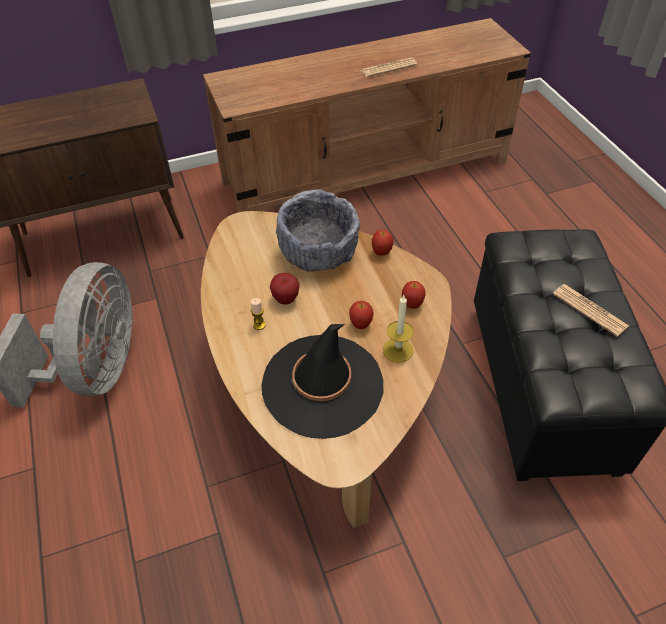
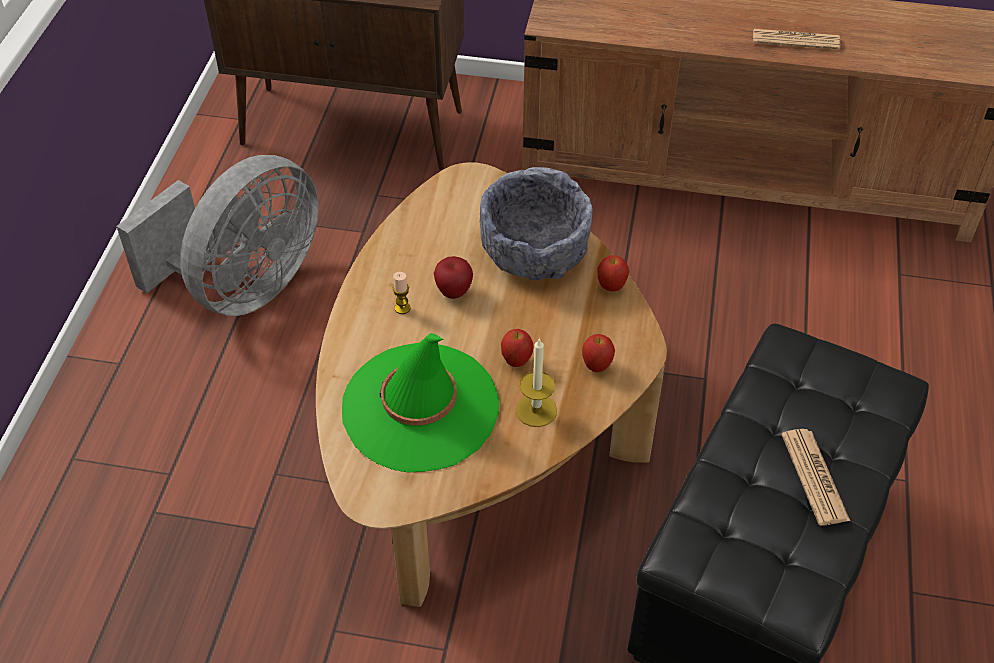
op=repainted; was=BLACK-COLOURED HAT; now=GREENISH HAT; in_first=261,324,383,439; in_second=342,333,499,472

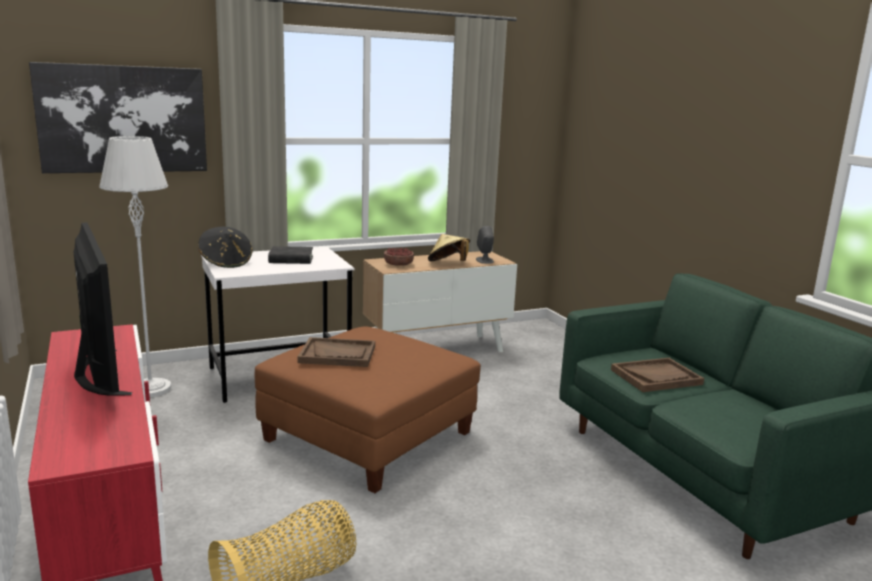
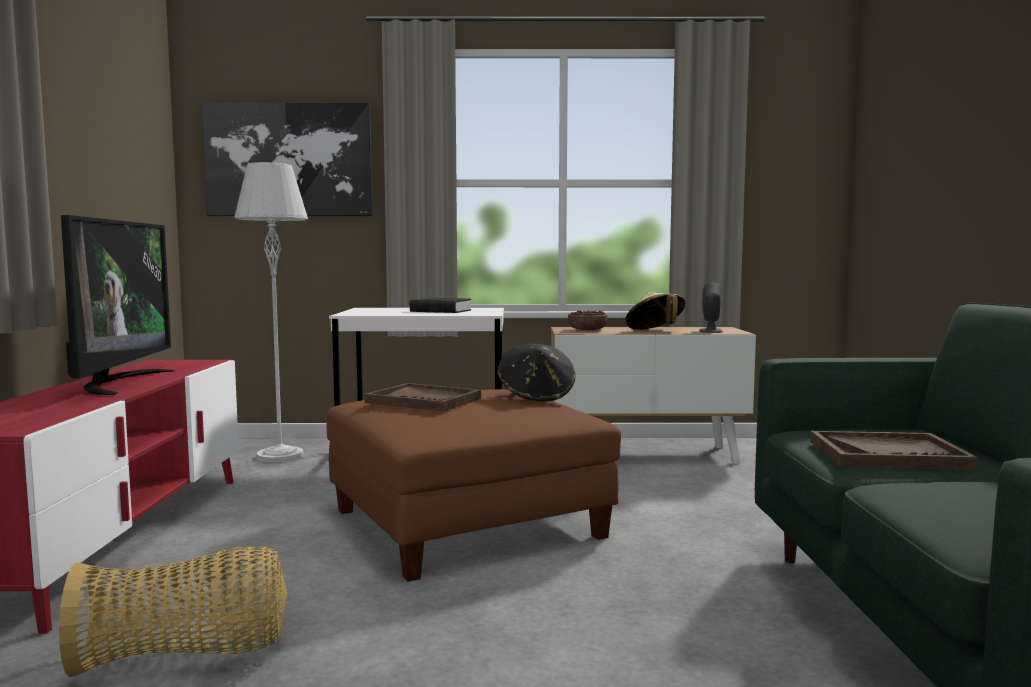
op=shifted; was=BLACK-COLOURED HAT; in_first=198,227,253,268; in_second=497,344,576,401

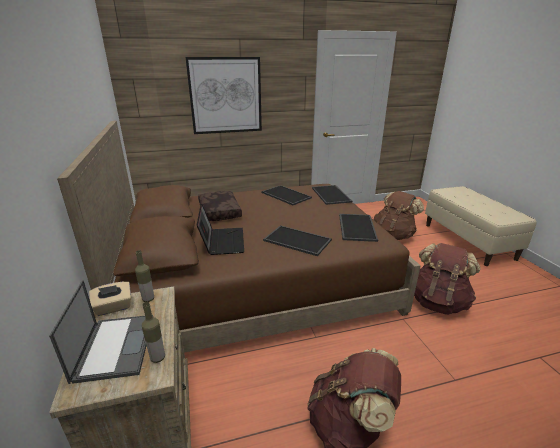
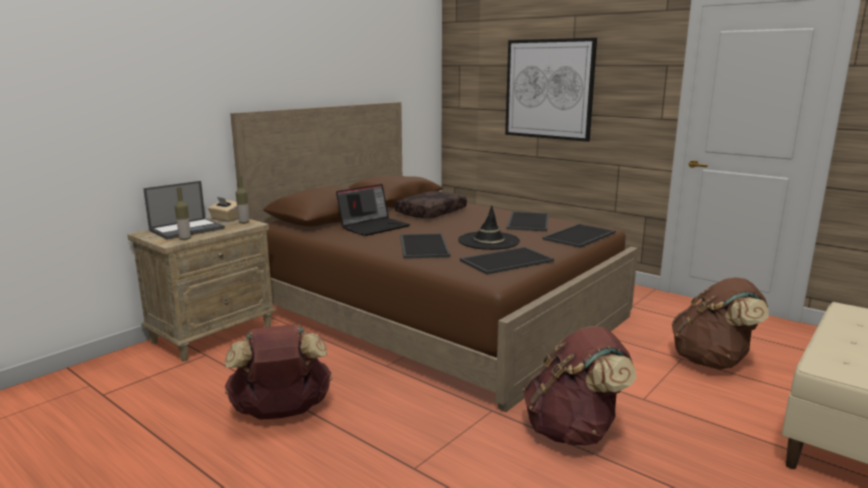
op=new; now=BLACK-COLOURED HAT; in_second=458,205,520,250

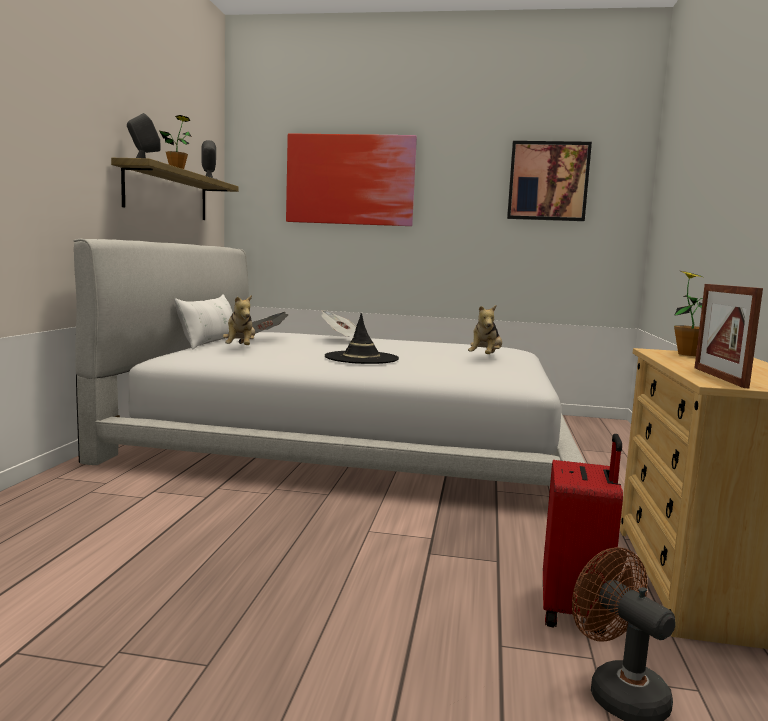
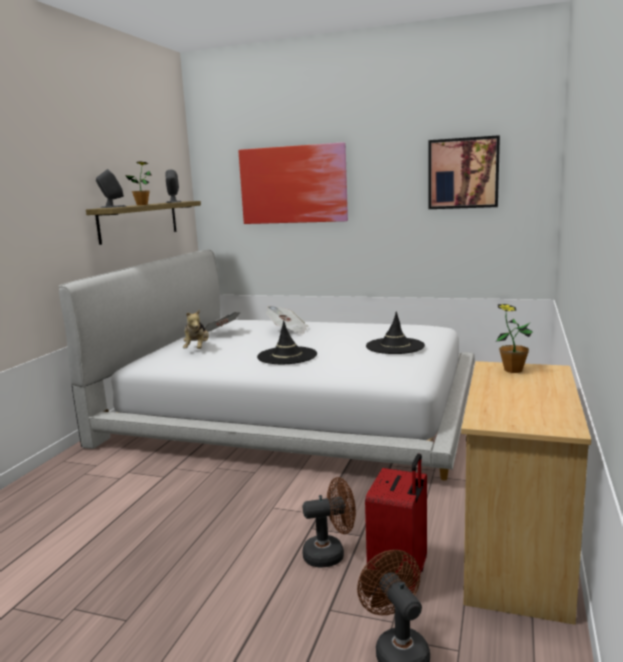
op=new; now=BROWN-COLOURED ELECTRIC FAN; in_second=302,477,356,568
op=swapped; was=PLUSH TOY; now=BLACK-COLOURED HAT; in_first=468,305,502,354; in_second=366,312,425,354
op=gone; was=WHITE-COLOURED PILLOW; in_first=174,294,233,350
op=gone; was=PICTURE FRAME; in_first=694,284,763,388

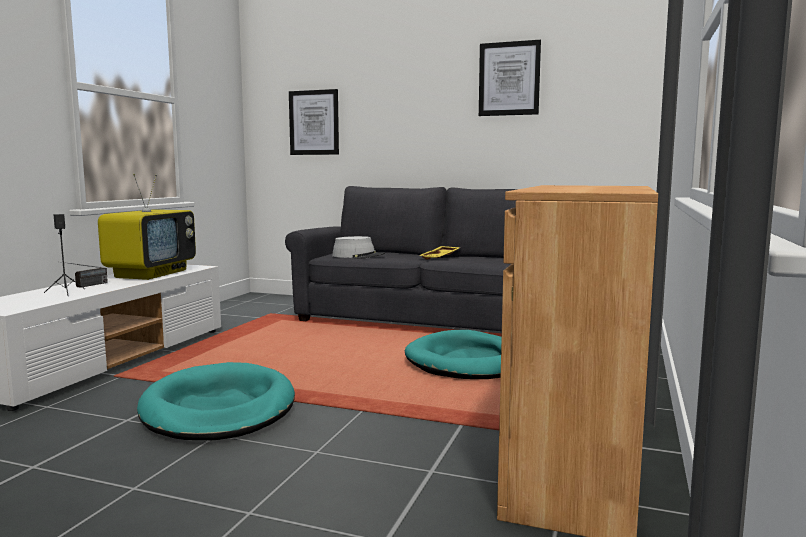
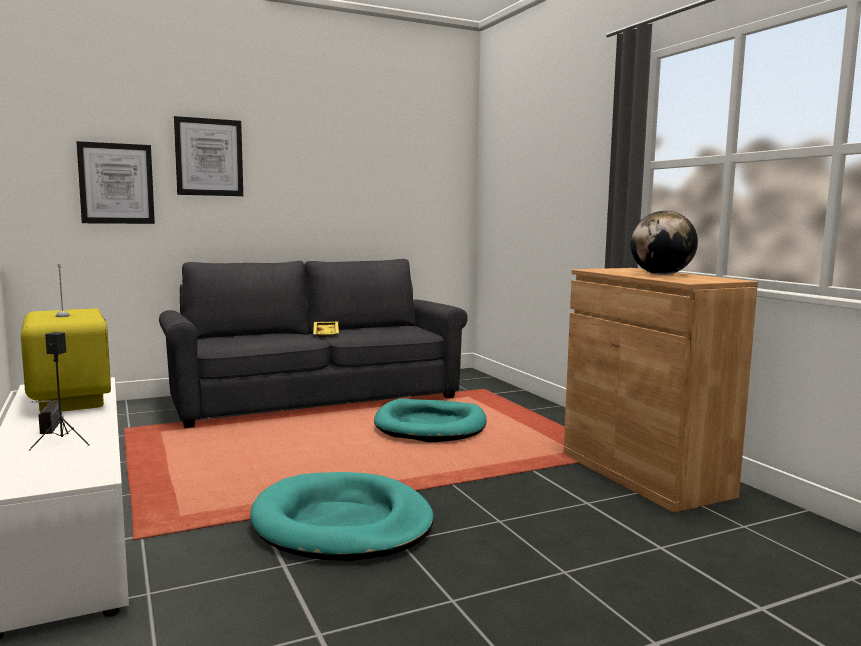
op=shifted; was=PICTURE; in_first=479,40,541,116; in_second=174,116,243,196
op=new; now=GLOBE; in_second=630,211,698,275
op=gone; was=GRAY HAT; in_first=332,236,385,259

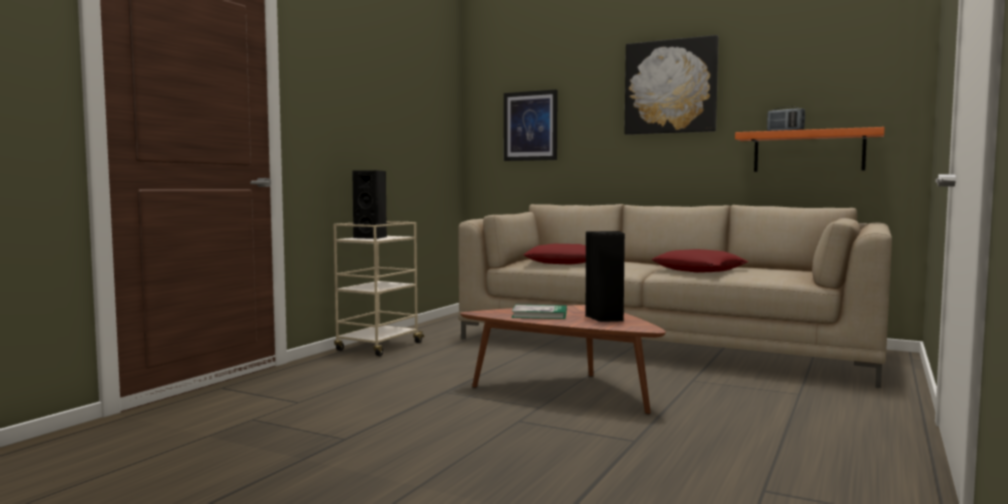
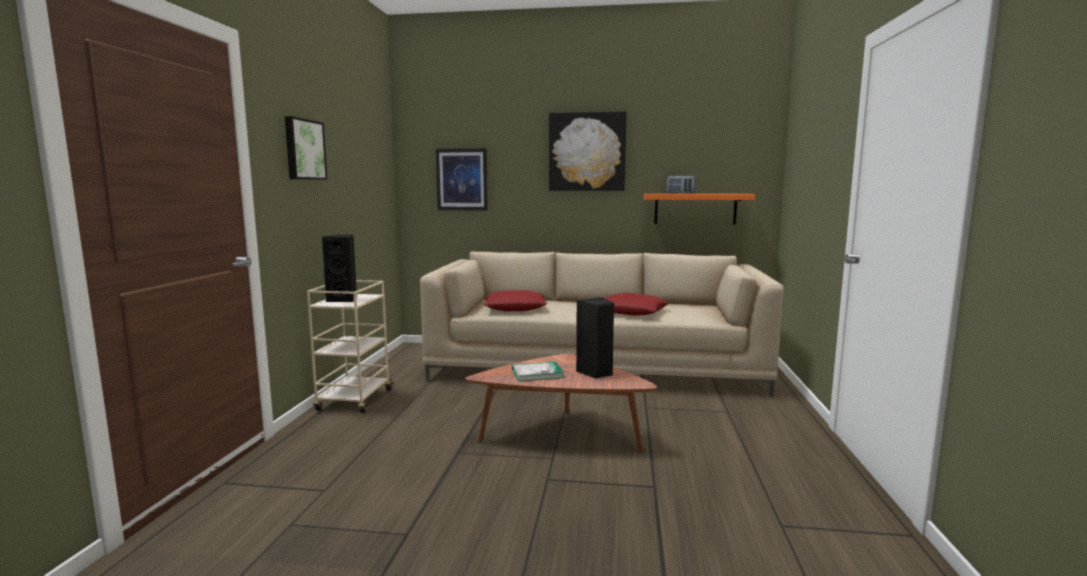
op=new; now=PICTURE; in_second=285,116,328,180

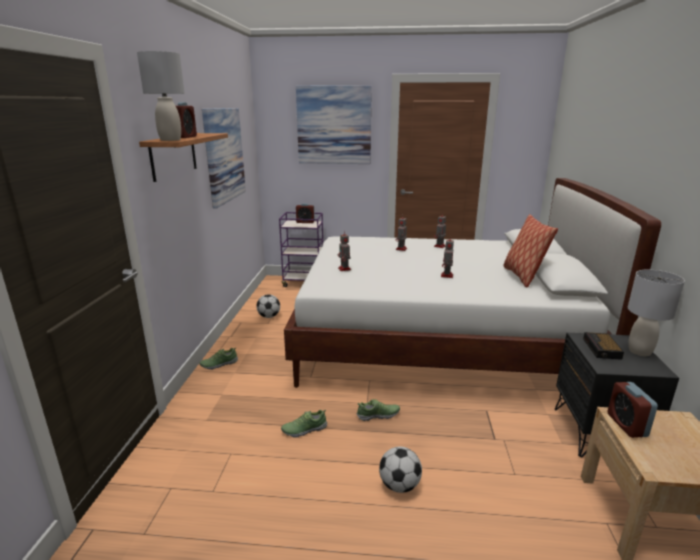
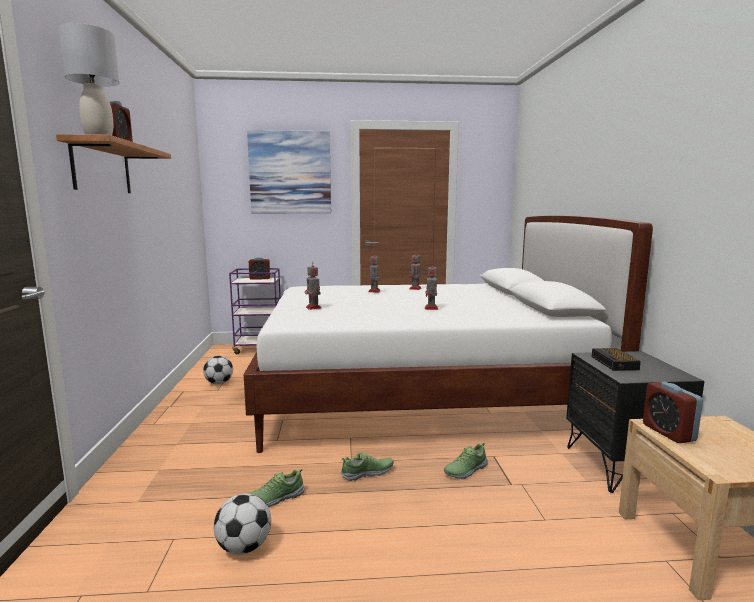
op=shifted; was=BALL FOR FOOTBALL; in_first=379,446,422,493; in_second=214,493,271,555
op=shifted; was=SHOE; in_first=200,348,238,370; in_second=444,443,488,479
op=gone; was=PICTURE; in_first=202,108,246,209
op=gone; was=PILLOW; in_first=503,214,558,287
op=gone; was=GRAY TABLE LAMP; in_first=628,270,685,356

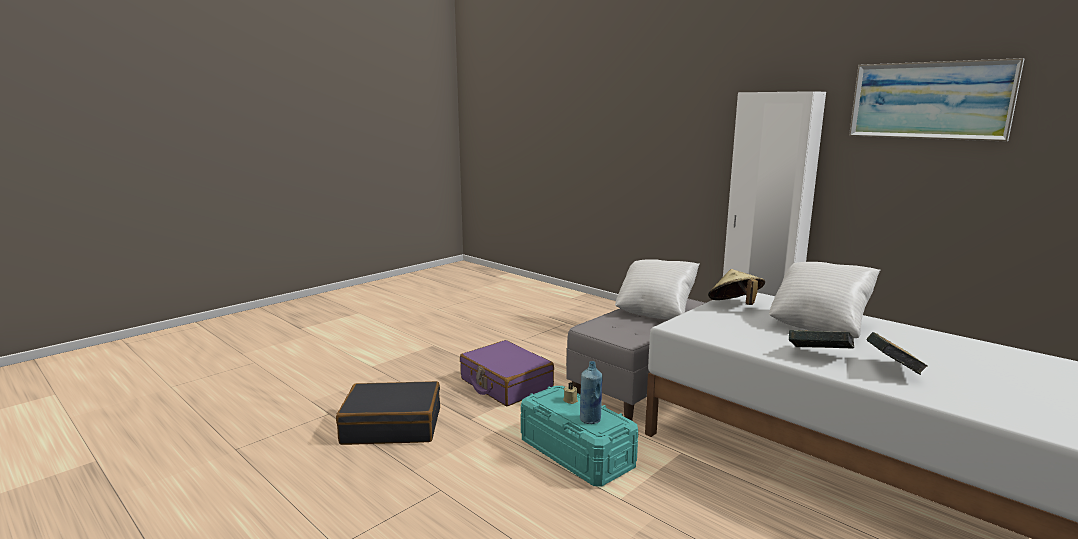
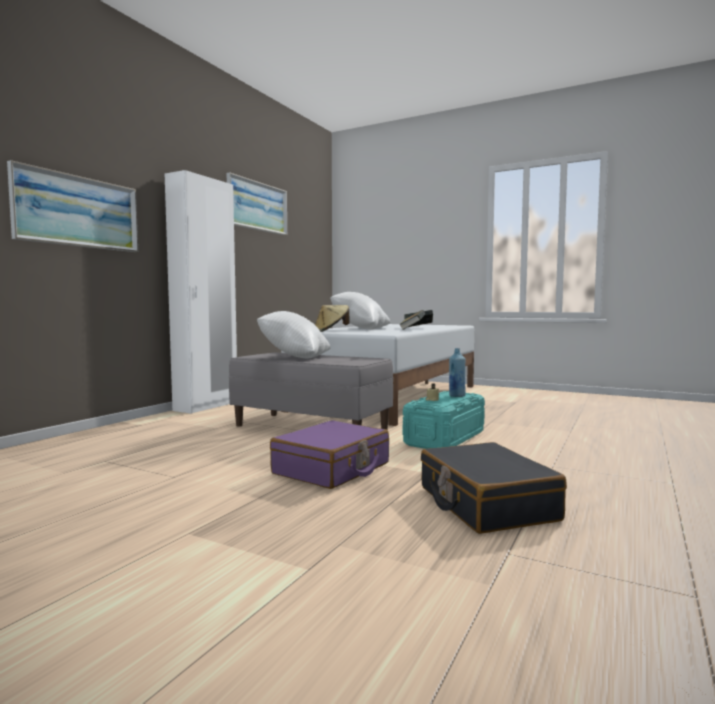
op=new; now=PICTURE; in_second=7,160,138,252

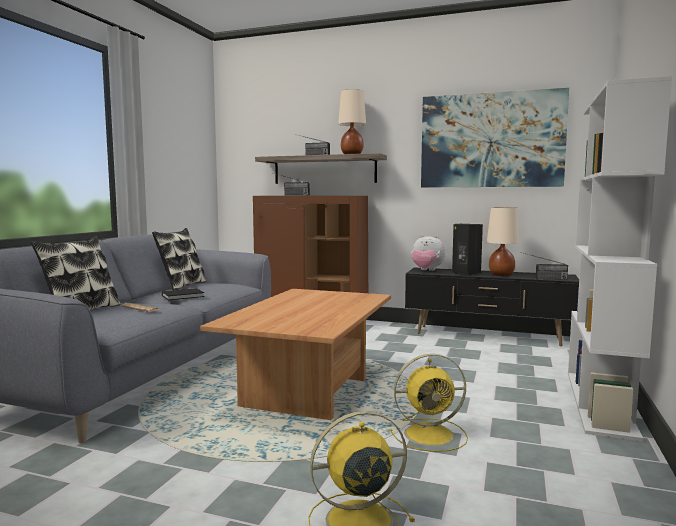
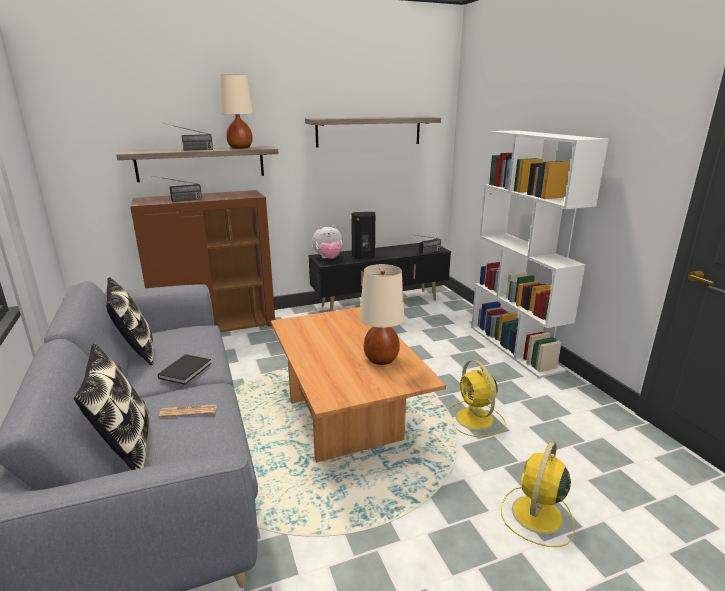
op=swapped; was=PICTURE; now=BRACKET SHELF; in_first=421,88,569,187; in_second=305,117,441,148
op=shifted; was=BEIGE TABLE LAMP; in_first=487,207,519,276; in_second=360,264,404,365
op=rotated; was=YELLOW-COLOURED ELECTRIC FAN; in_first=389,354,468,452; in_second=447,360,506,437; clockwise=120

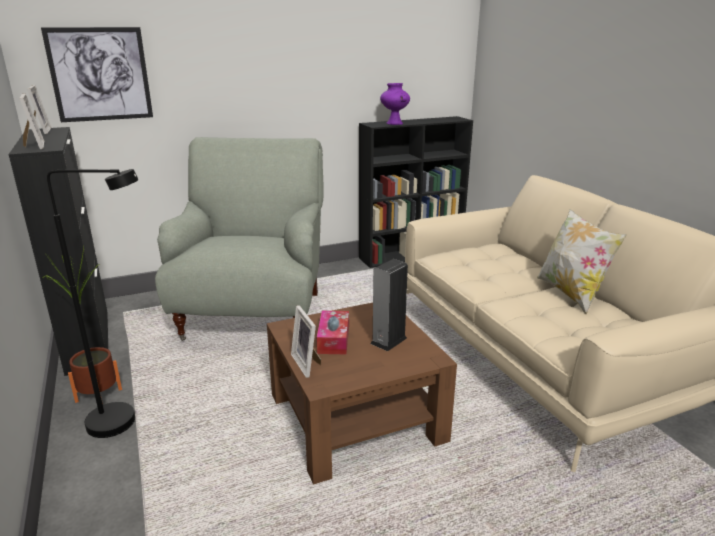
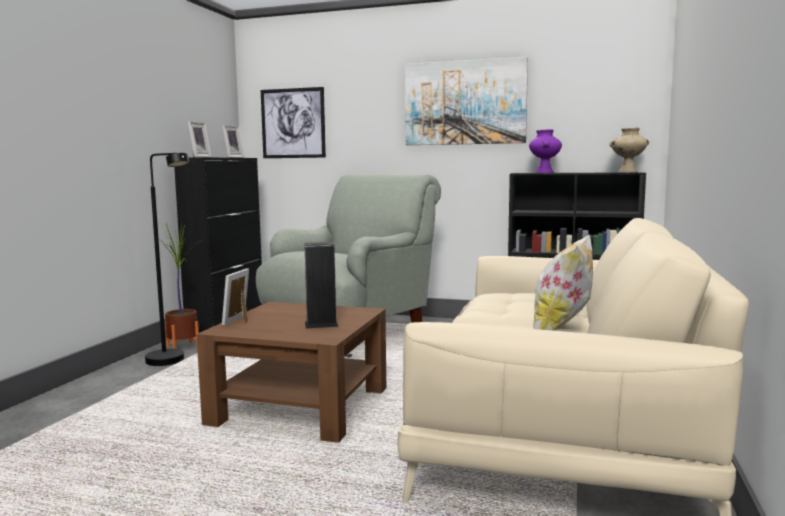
op=new; now=PICTURE; in_second=405,57,528,145
op=new; now=BEIGE VASE; in_second=609,128,649,173
op=gone; was=TISSUE HOLDER; in_first=317,310,349,354

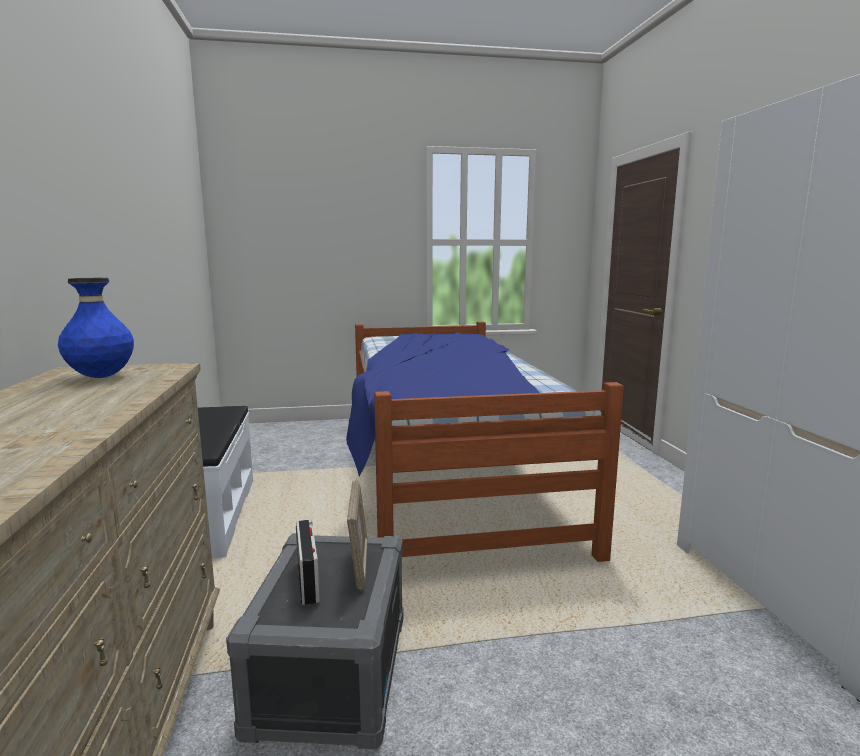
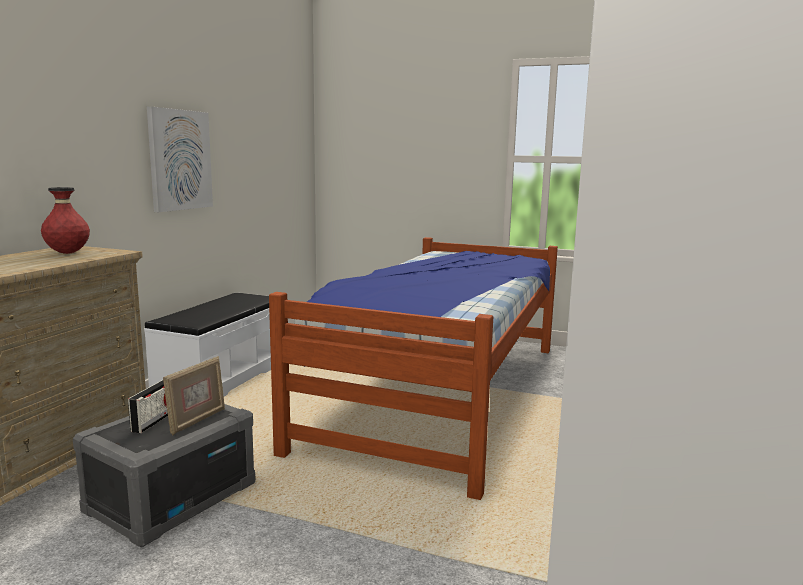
op=repainted; was=BLUE-COLOURED VASE; now=RED VASE; in_first=58,278,134,378; in_second=41,187,90,254
op=new; now=PICTURE; in_second=147,106,213,212

